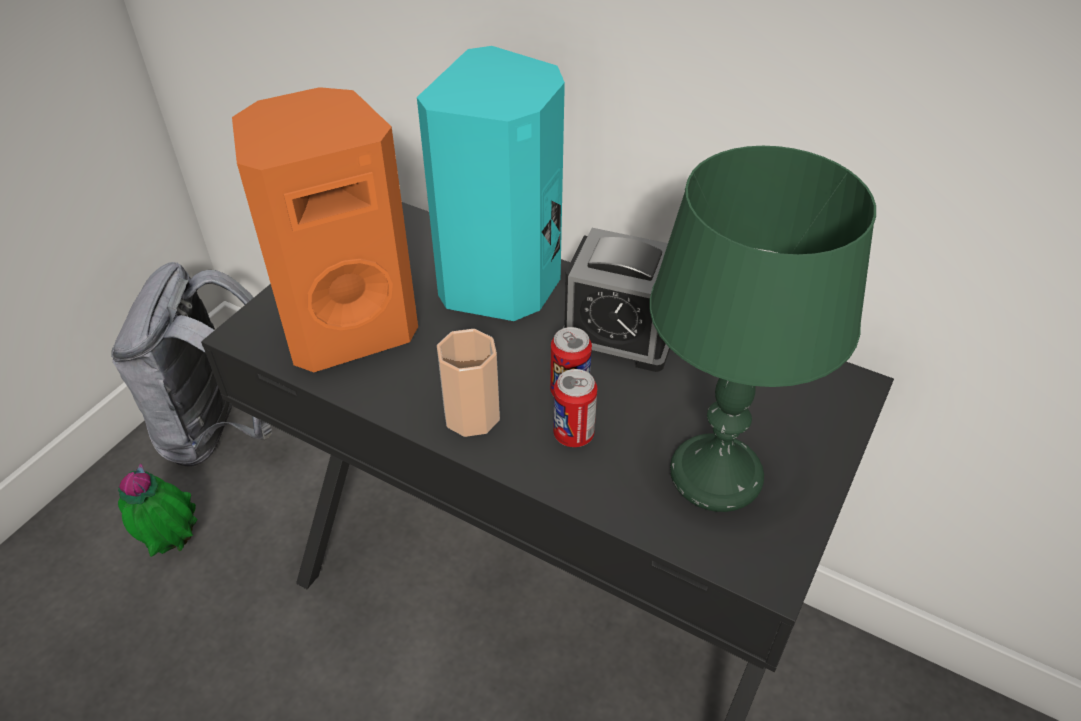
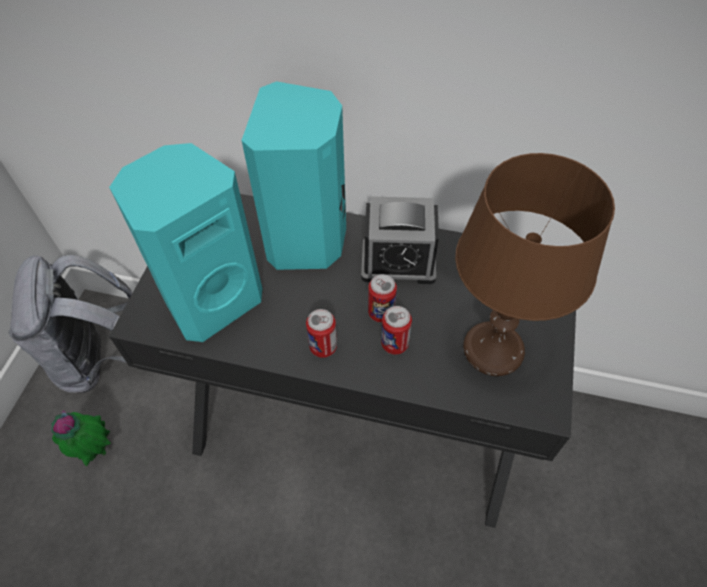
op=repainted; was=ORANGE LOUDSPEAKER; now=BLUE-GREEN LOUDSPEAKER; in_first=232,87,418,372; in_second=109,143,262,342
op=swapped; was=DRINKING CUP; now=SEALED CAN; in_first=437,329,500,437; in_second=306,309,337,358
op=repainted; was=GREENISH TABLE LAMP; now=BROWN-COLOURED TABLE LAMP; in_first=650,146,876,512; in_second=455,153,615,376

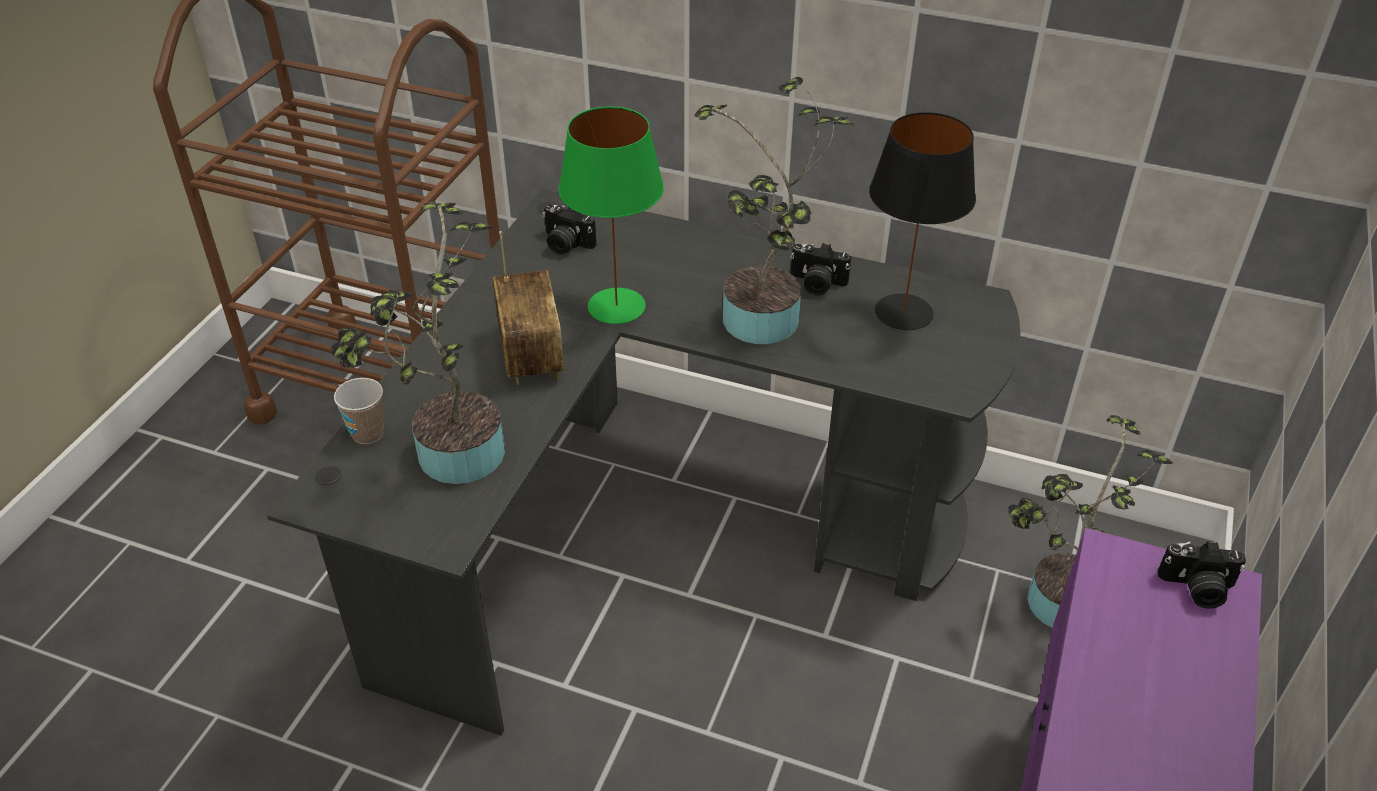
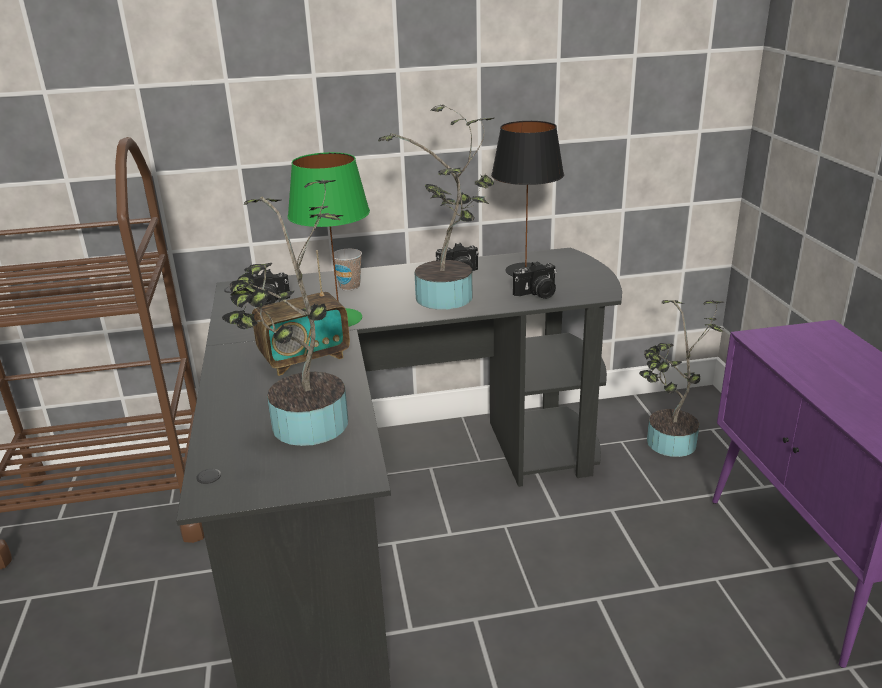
op=rotated; was=RADIO SET; in_first=493,231,564,385; in_second=252,250,350,376; clockwise=105
op=shifted; was=DRINKING CUP; in_first=334,378,384,444; in_second=331,249,362,291
op=shifted; was=STILL CAMERA; in_first=1158,541,1246,609; in_second=513,261,556,299

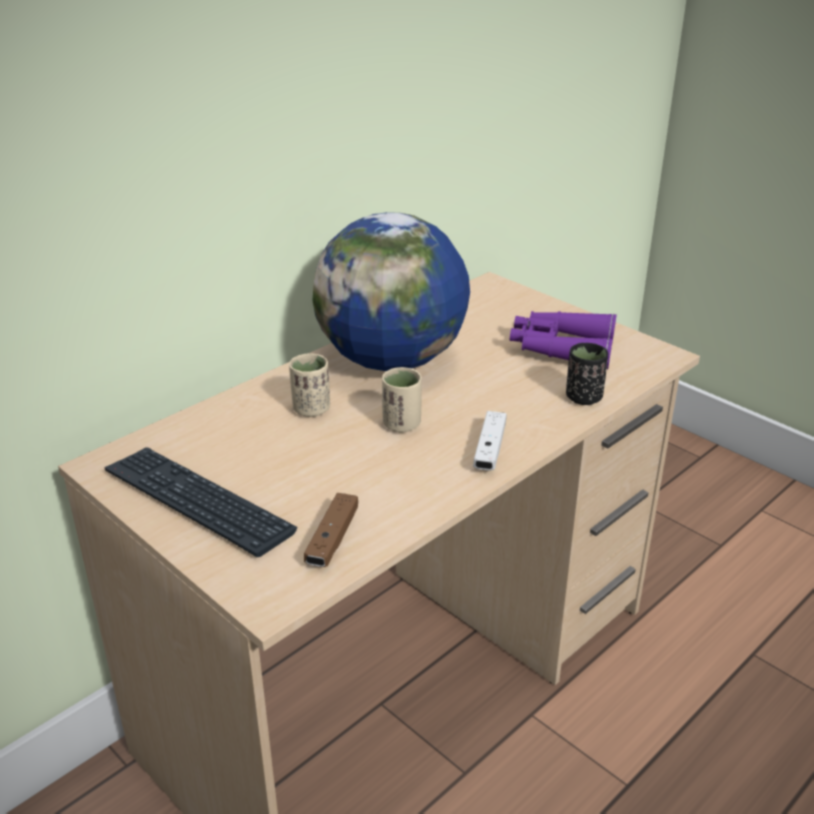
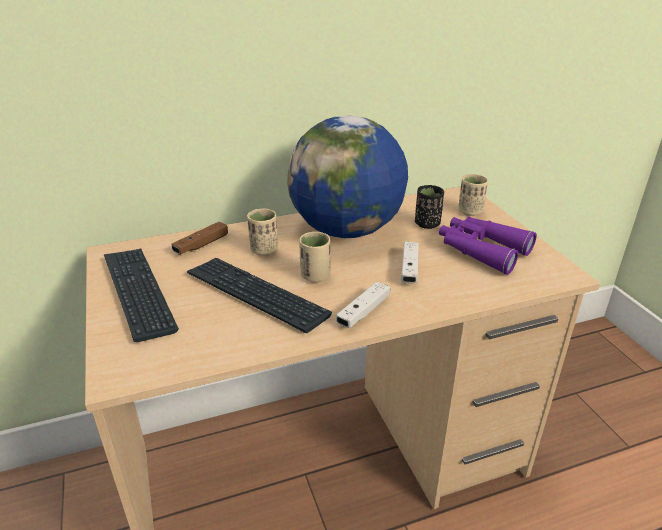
op=shifted; was=BROWN-COLOURED JOYPAD; in_first=304,493,358,567; in_second=171,222,228,255
op=new; now=KEYBOARD; in_second=187,258,332,333
op=new; now=WHITE-COLOURED JOYPAD; in_second=401,241,419,283
op=shifted; was=BLACK-COLOURED DRINKING CUP; in_first=566,343,608,405; in_second=415,185,444,229
op=new; now=BEIGE DRINKING CUP; in_second=458,174,488,216

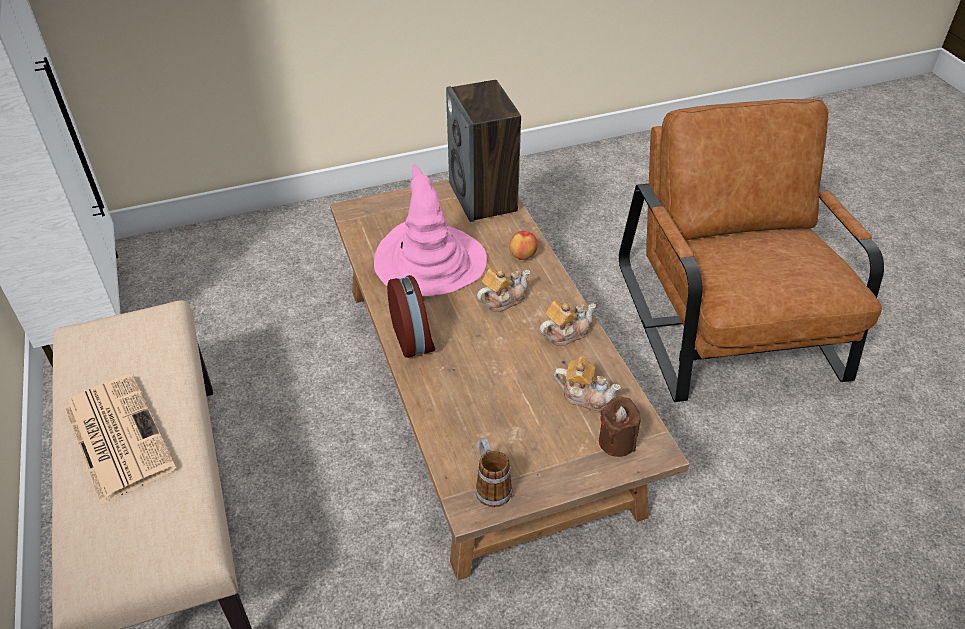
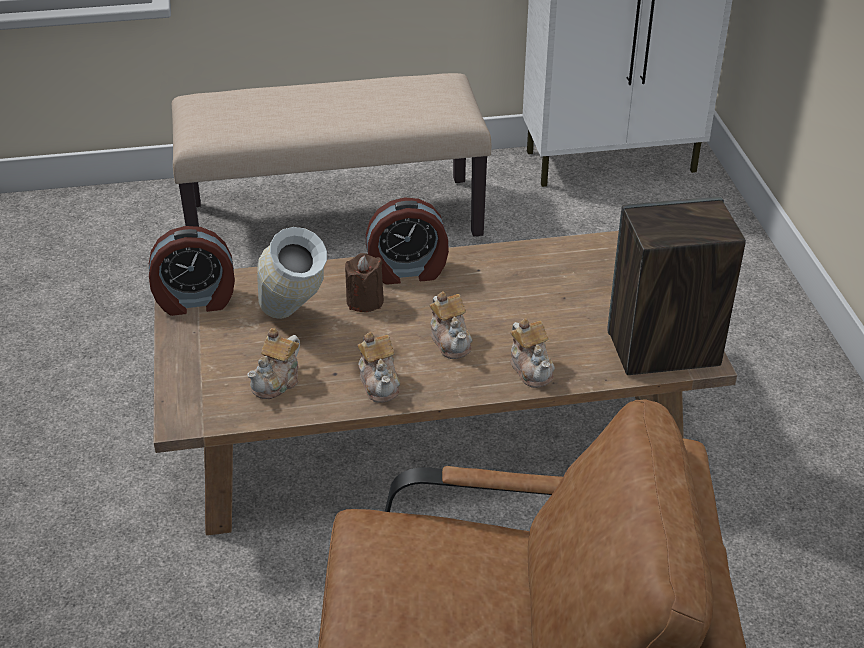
op=swapped; was=TEA MUG; now=BEDSIDE CLOCK; in_first=475,438,512,507; in_second=149,226,235,316
op=new; now=VASE; in_second=257,227,327,319
op=shifted; was=BROWN-COLOURED WAX CANDLE; in_first=599,397,641,457; in_second=345,253,384,312
op=swapped; was=APPLE FRUIT; now=TEA POT; in_first=509,231,538,260; in_second=510,318,555,388
op=gone; was=DAILY PAPER; in_first=64,374,177,505
op=gone; was=PINKISH HAT; in_first=374,164,487,296

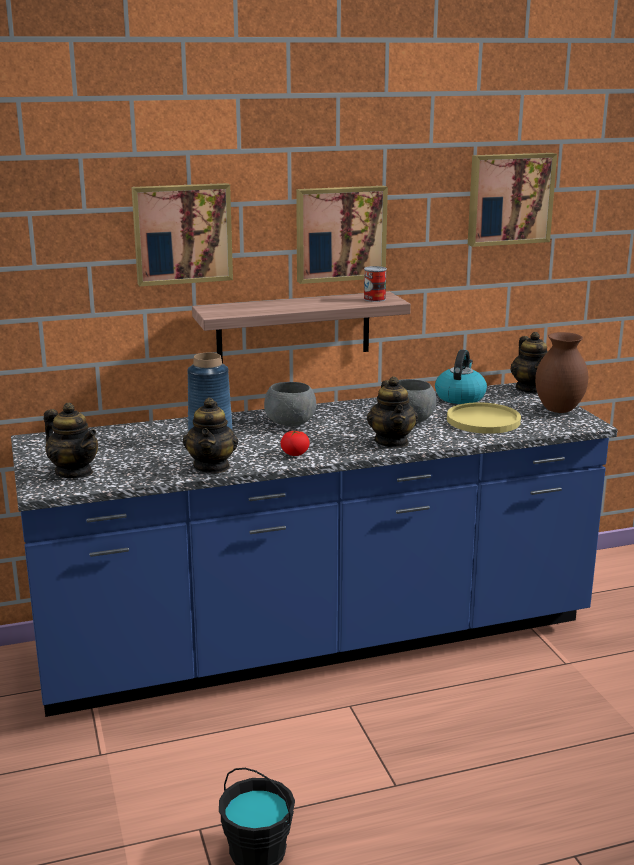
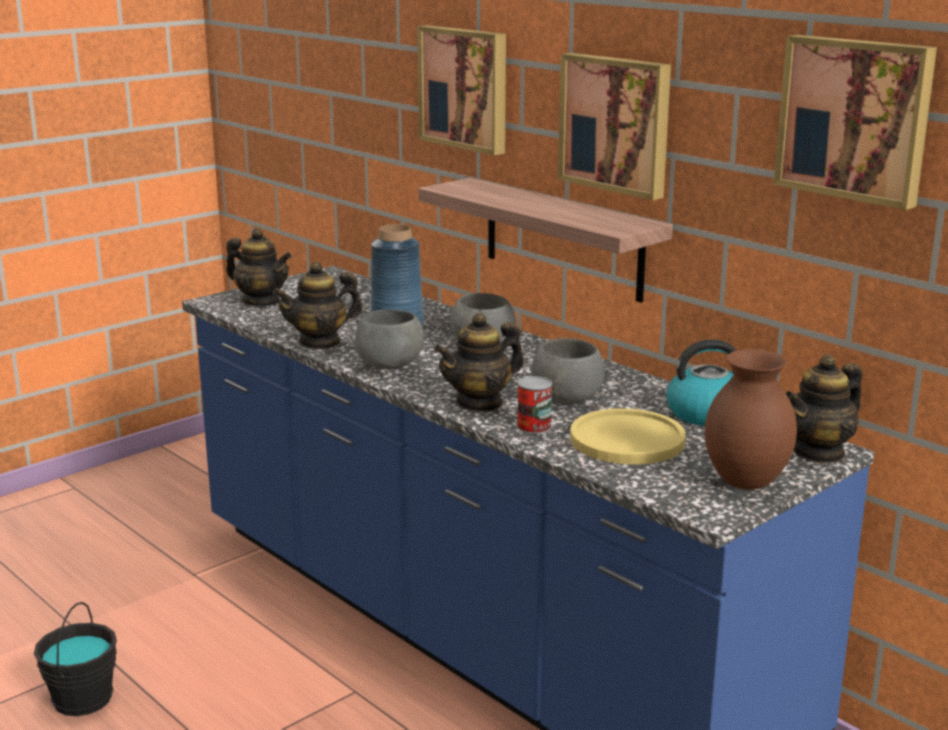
op=rotated; was=TEA POT; in_first=44,403,98,478; in_second=226,228,292,306; clockwise=-75
op=swapped; was=TOMATO; now=GRAY SERVING BOWL; in_first=281,430,309,456; in_second=355,309,424,370
op=shifted; was=SEALED CAN; in_first=364,266,387,302; in_second=517,376,552,434

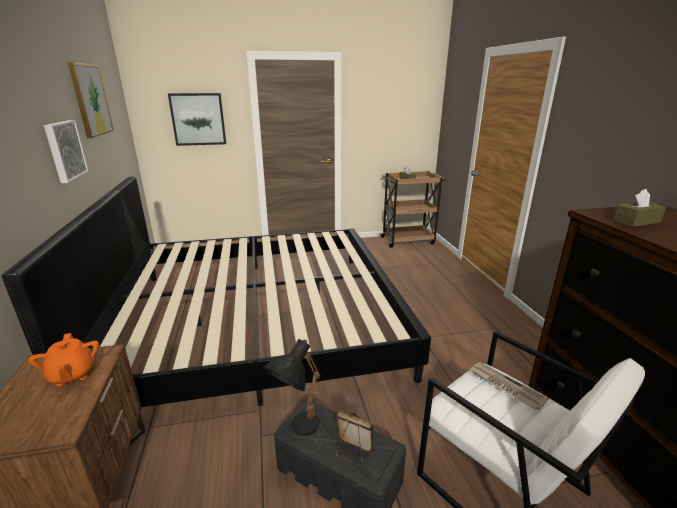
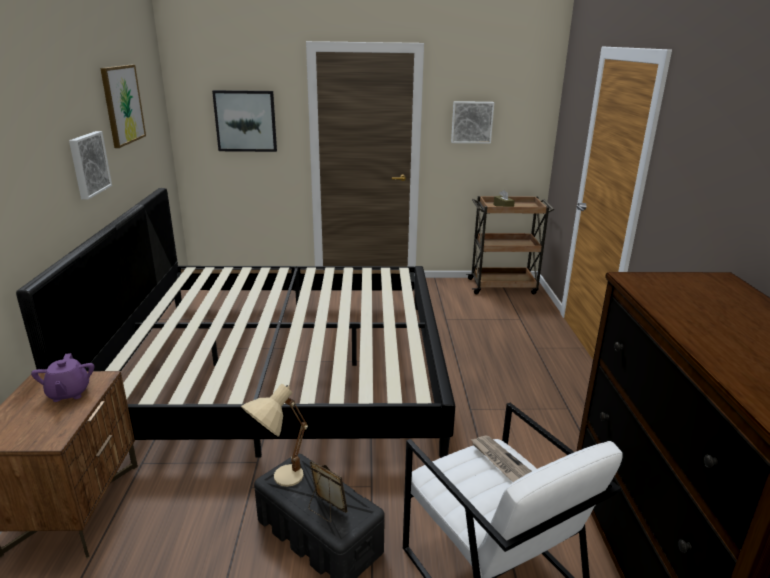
op=repainted; was=ORANGE TEA POT; now=PURPLE TEA POT; in_first=28,333,99,386; in_second=31,353,94,402
op=repainted; was=BLACK-COLOURED TABLE LAMP; now=BEIGE TABLE LAMP; in_first=263,339,321,435; in_second=241,384,308,487
op=new; now=PICTURE; in_second=451,101,494,143
op=gone; was=BROWN-COLOURED TISSUE HOLDER; in_first=614,189,666,227

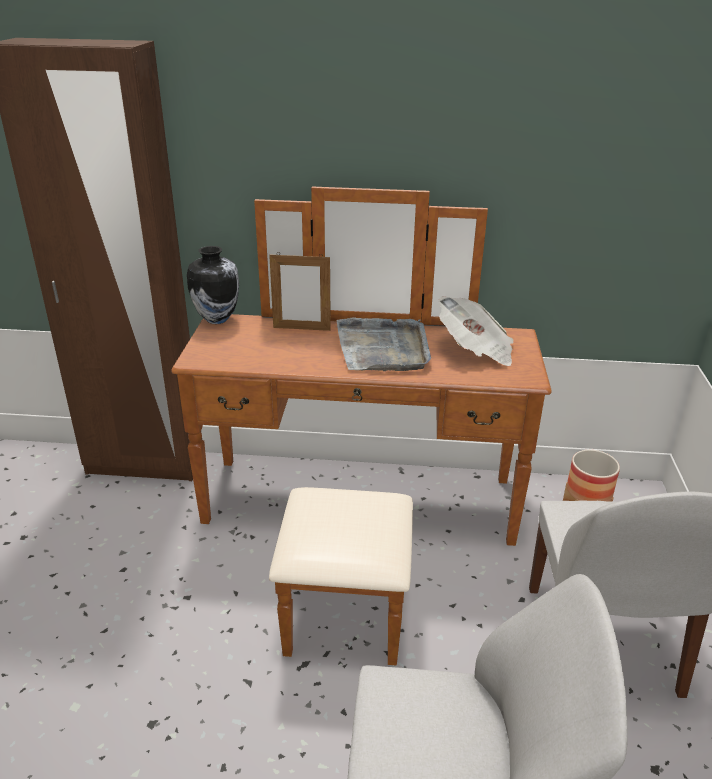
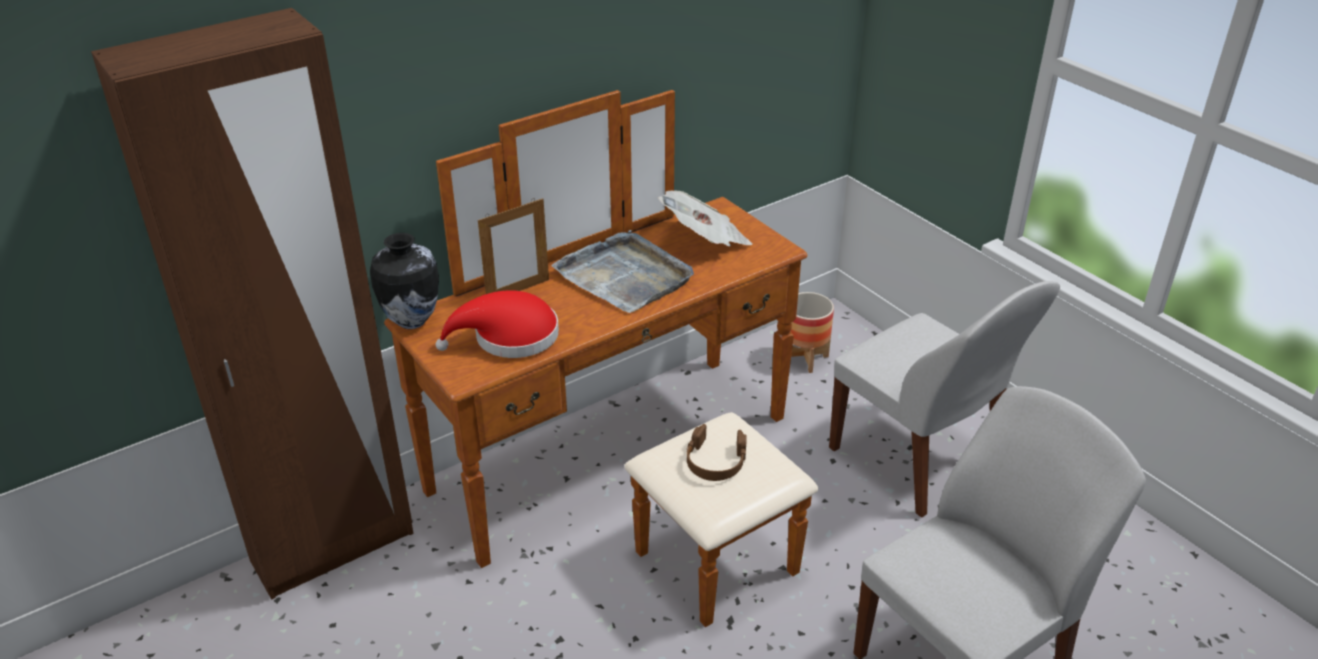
op=new; now=RED HAT; in_second=436,290,559,358
op=new; now=BROWN-COLOURED PAIR OF HEADPHONES; in_second=686,424,747,481

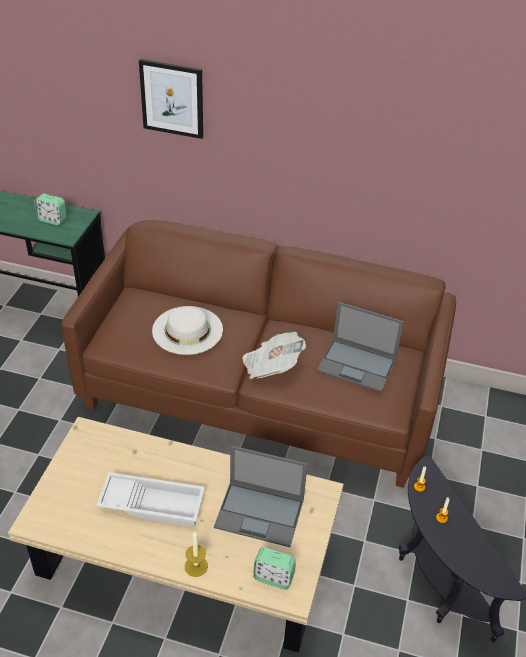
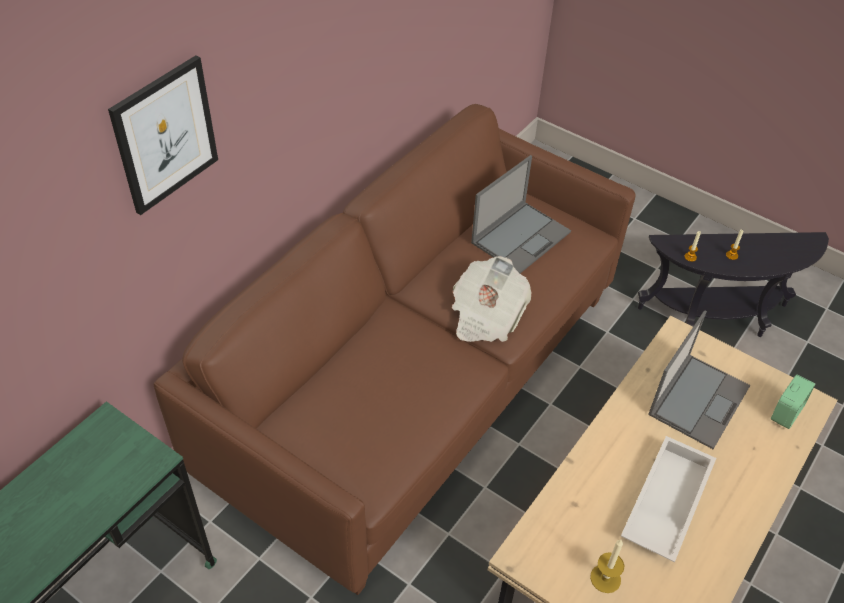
op=shifted; was=WAX CANDLE; in_first=185,531,208,577; in_second=590,539,624,593
op=gone; was=BEDSIDE CLOCK; in_first=34,194,67,225
op=gone; was=WHITE-COLOURED HAT; in_first=152,306,223,355

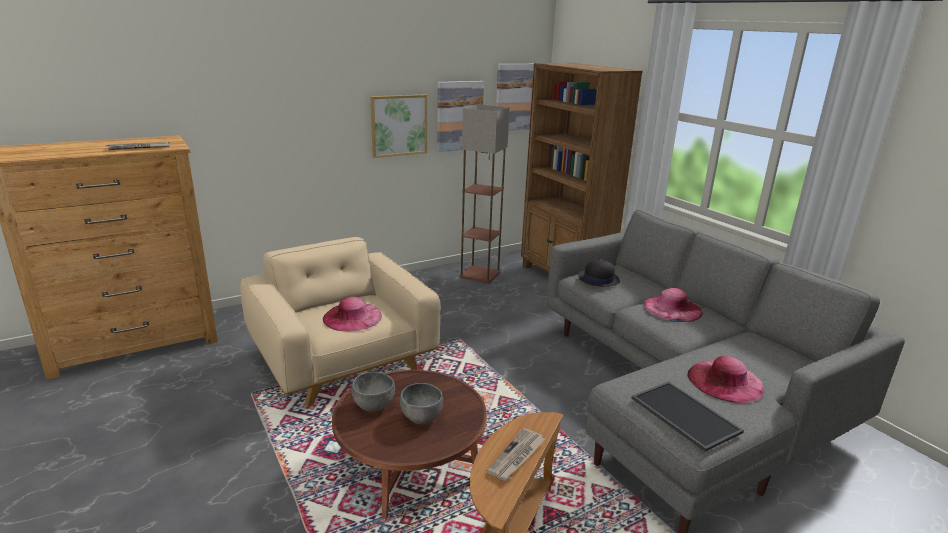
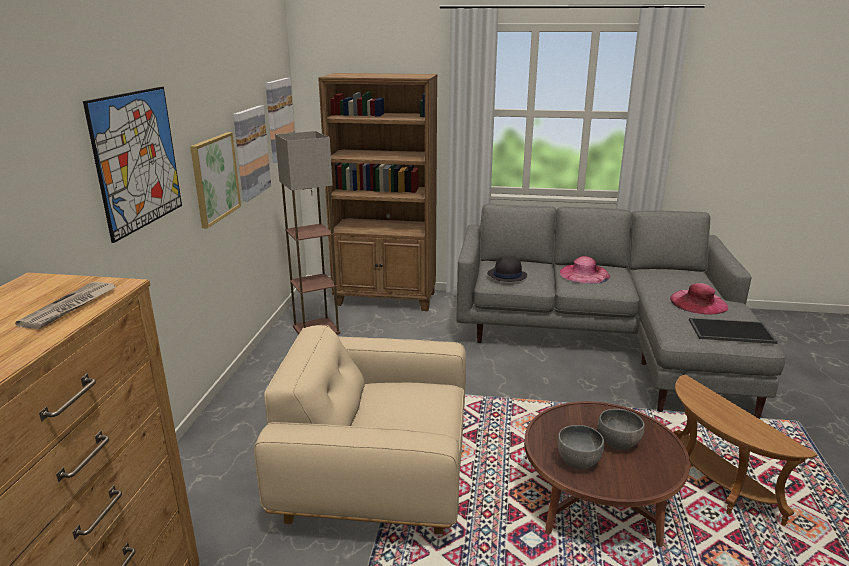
op=new; now=PICTURE; in_second=83,87,182,243
op=gone; was=PINKISH HAT; in_first=323,297,382,332
op=gone; was=DAILY PAPER; in_first=486,428,545,481

